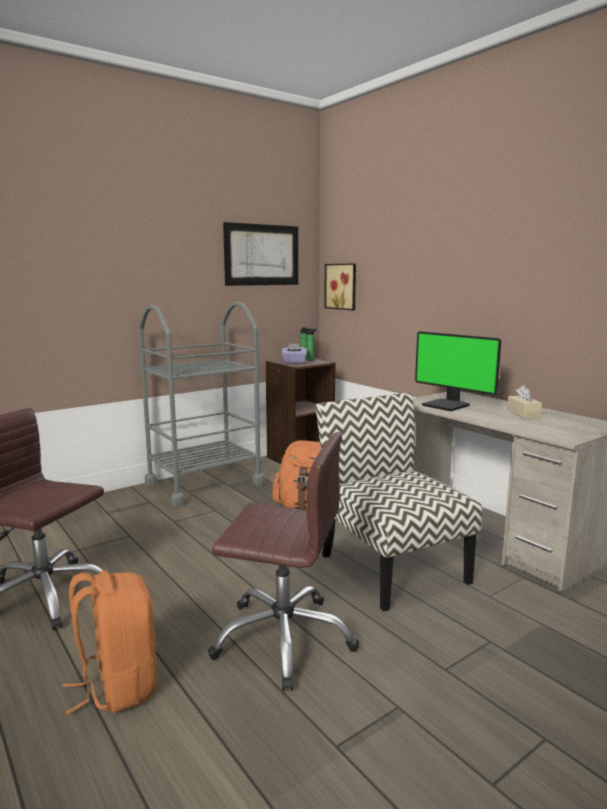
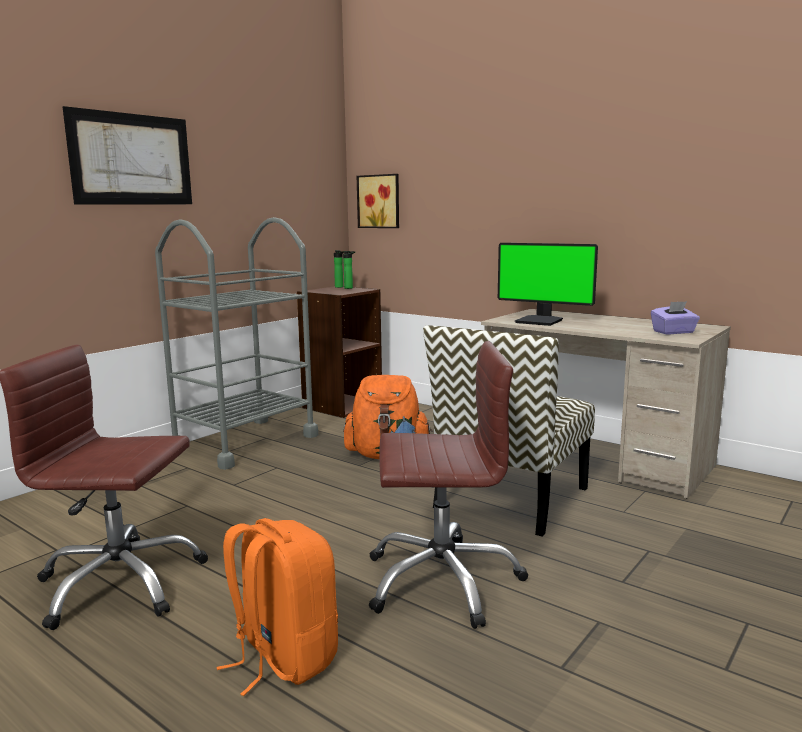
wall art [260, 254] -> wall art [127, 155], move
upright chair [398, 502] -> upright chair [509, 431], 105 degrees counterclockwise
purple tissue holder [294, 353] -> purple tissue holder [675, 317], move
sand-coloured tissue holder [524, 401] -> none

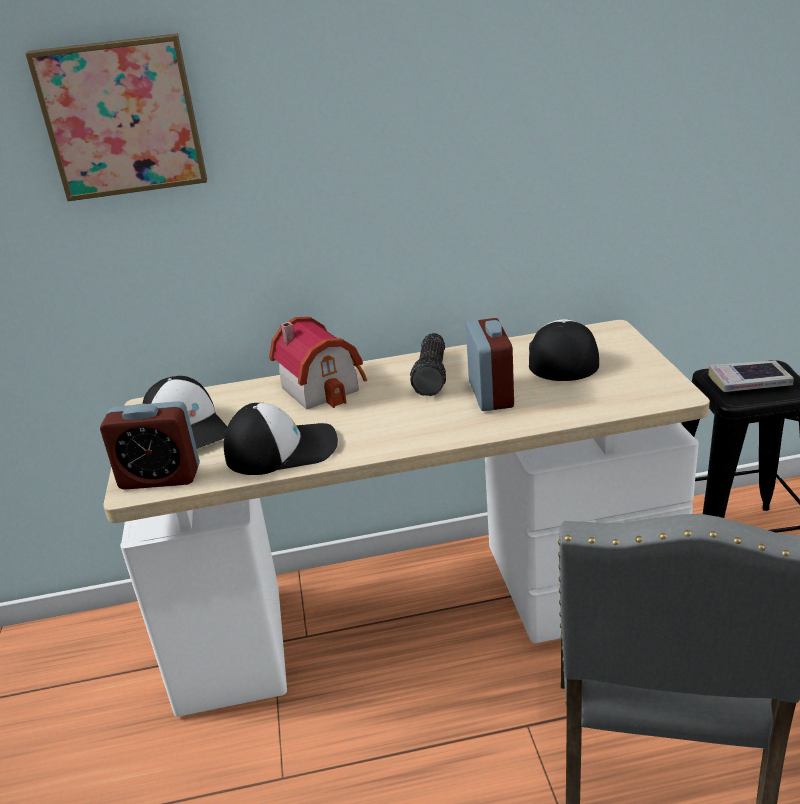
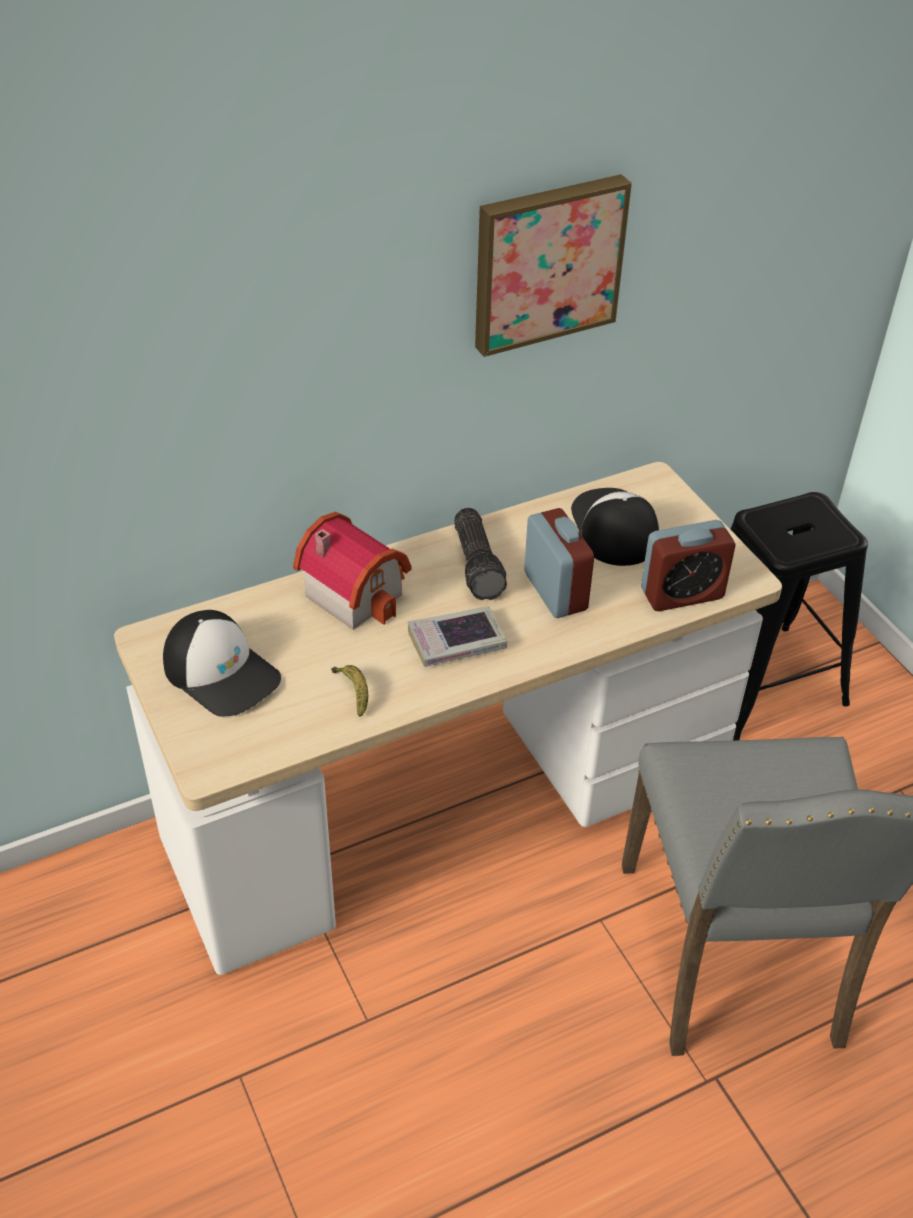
peaked cap [281, 439] -> whole banana [349, 691]
bound book [751, 376] -> bound book [457, 636], move
wall art [116, 117] -> wall art [553, 265], move
alarm clock [150, 445] -> alarm clock [688, 565], move

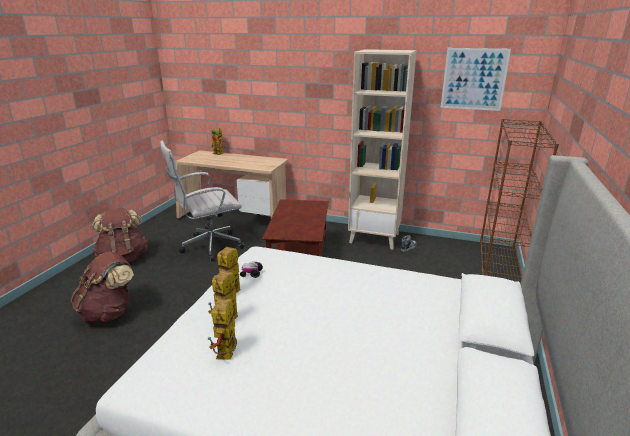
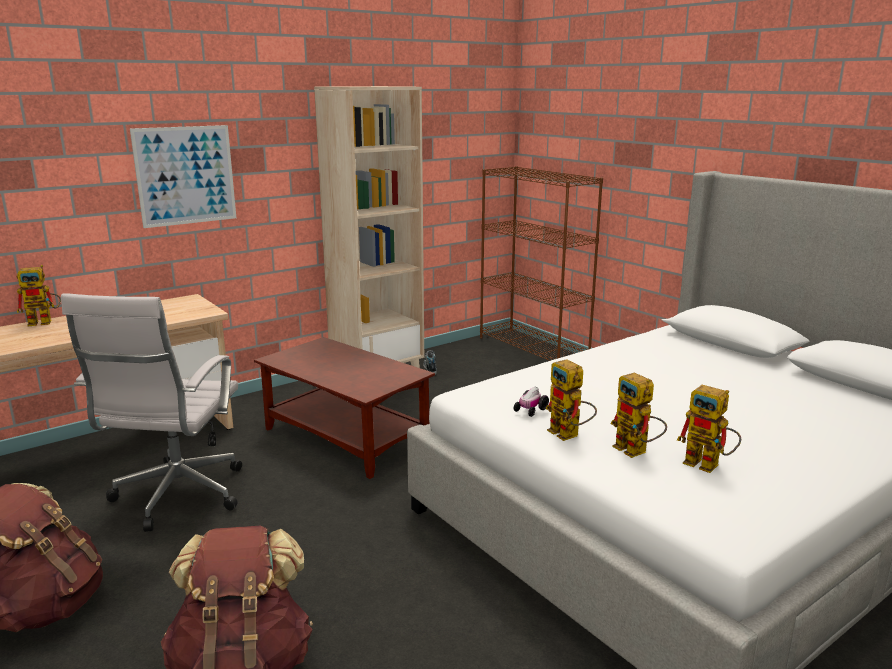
wall art [476, 79] -> wall art [183, 176], move

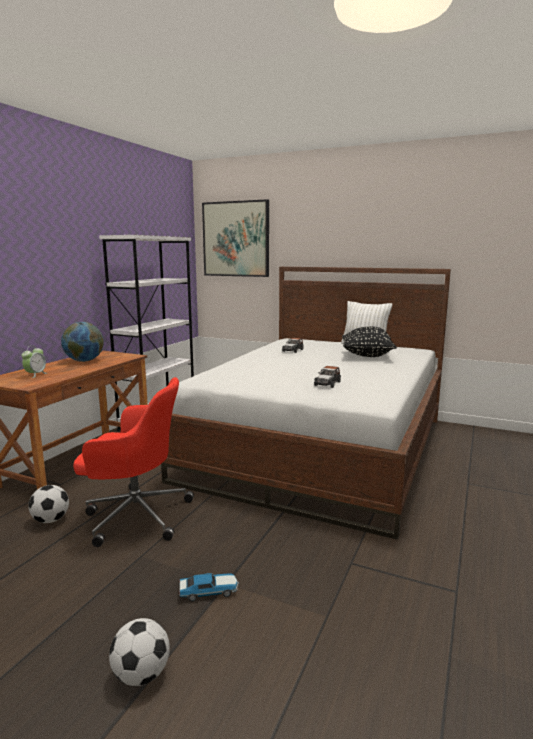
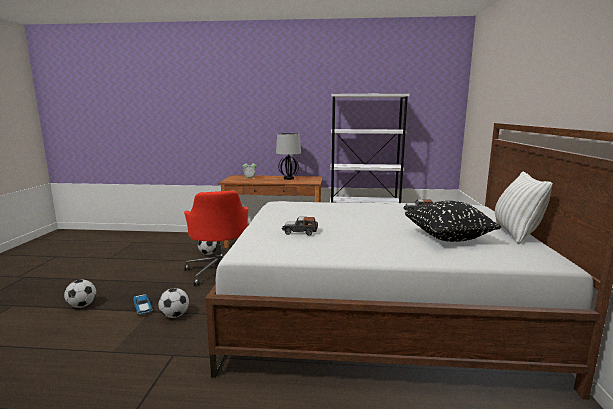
none -> football [173, 303]
world globe [82, 342] -> table lamp [288, 156]
wall art [235, 238] -> none

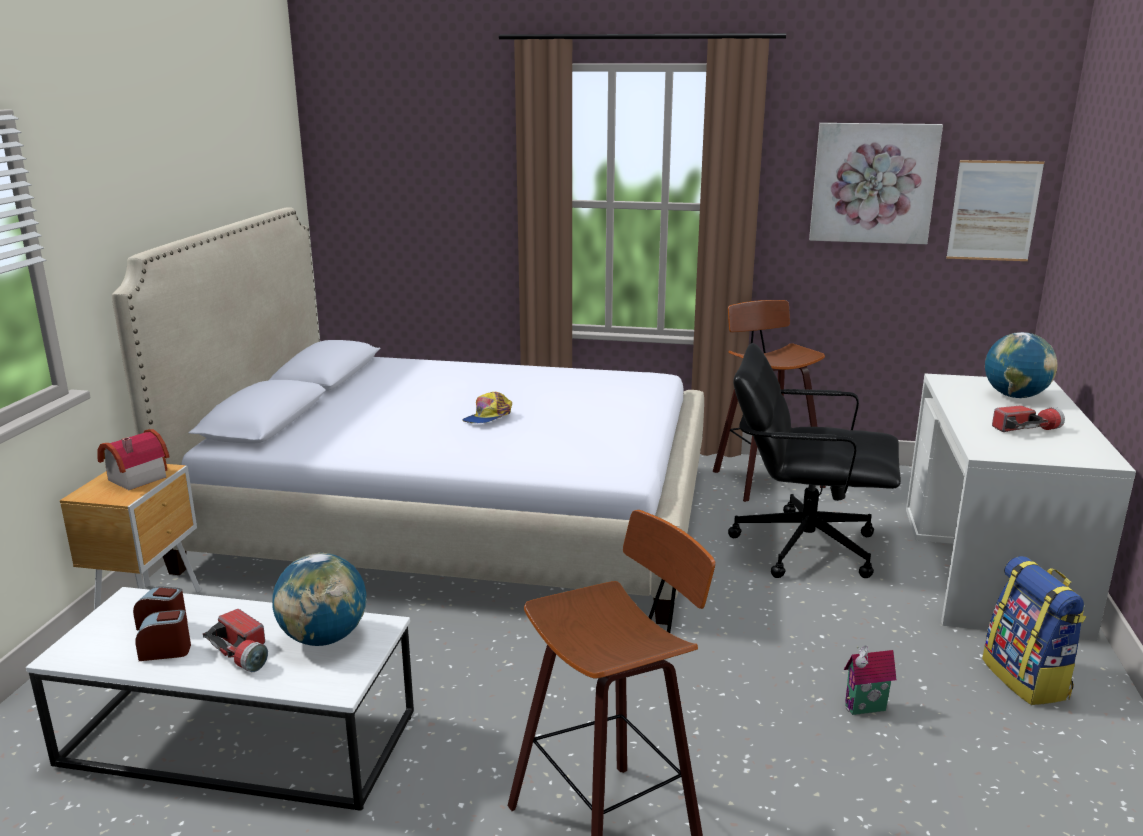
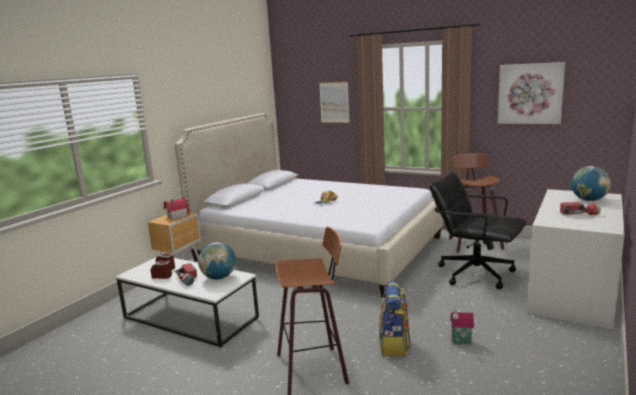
wall art [995, 210] -> wall art [334, 102], move
rucksack [1034, 630] -> rucksack [395, 319], move

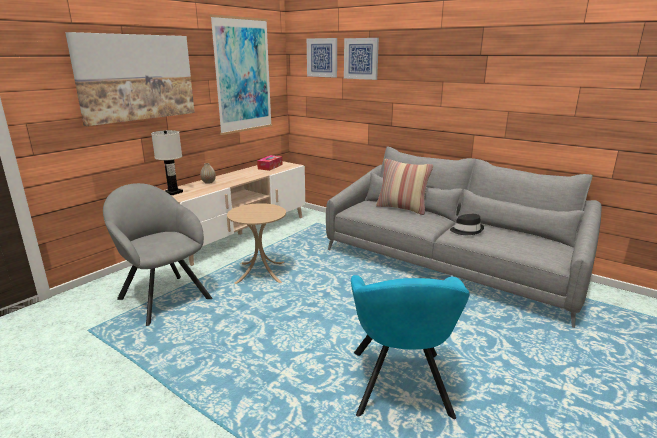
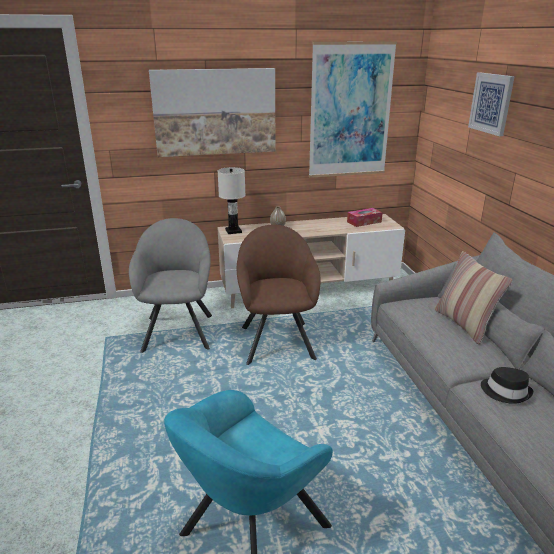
sand-coloured end table [256, 243] -> brown-coloured easy chair [279, 295]
wall art [322, 58] -> none

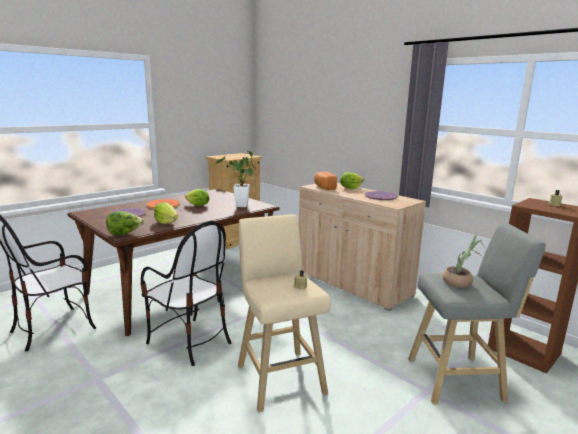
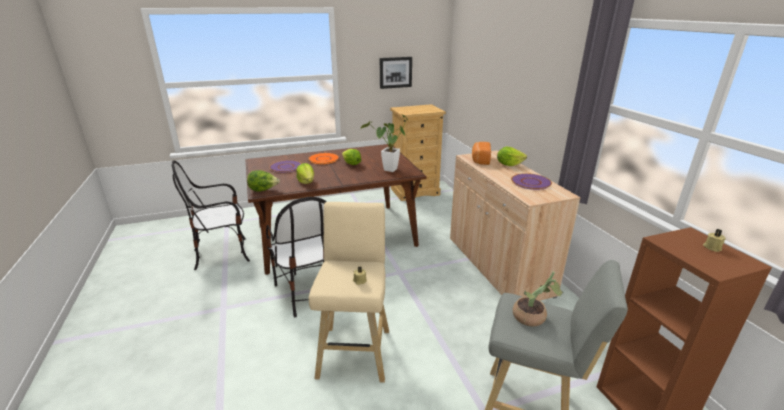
none -> wall art [396, 73]

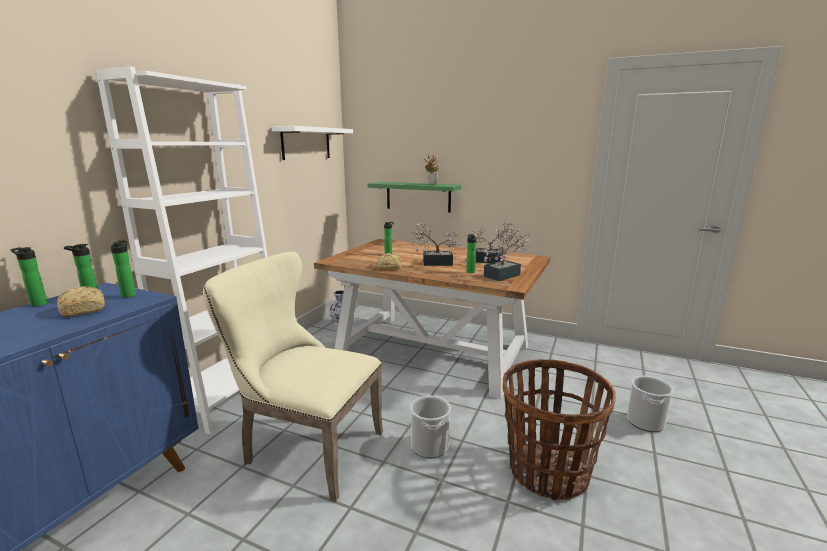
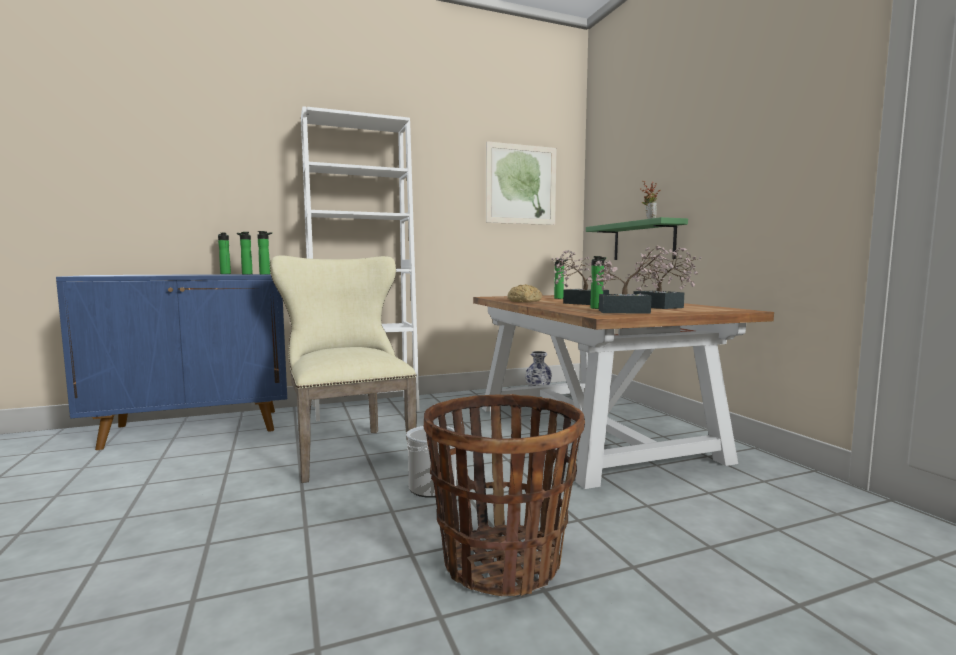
white-coloured bracket shelf [312, 143] -> wall art [521, 183]
baked bread [81, 301] -> none
bucket [650, 404] -> none

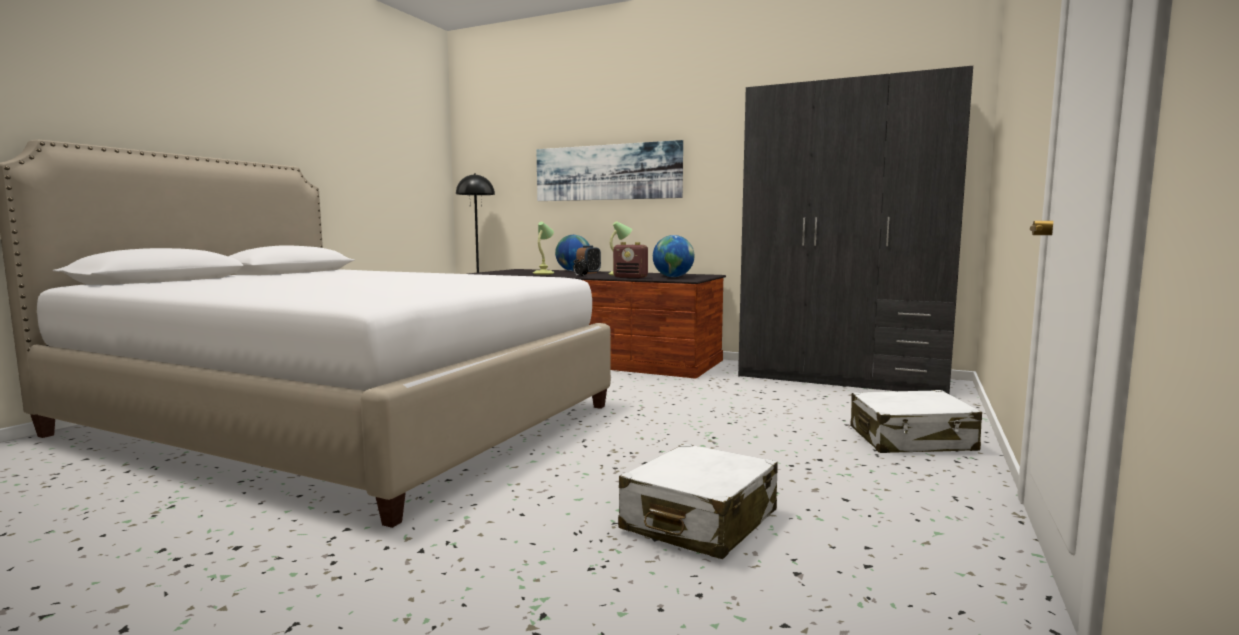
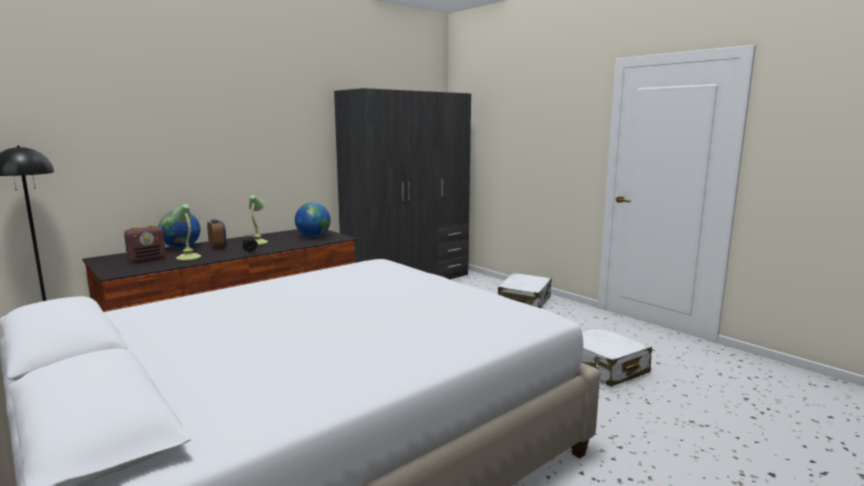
radio receiver [630, 260] -> radio receiver [145, 243], move
wall art [609, 170] -> none

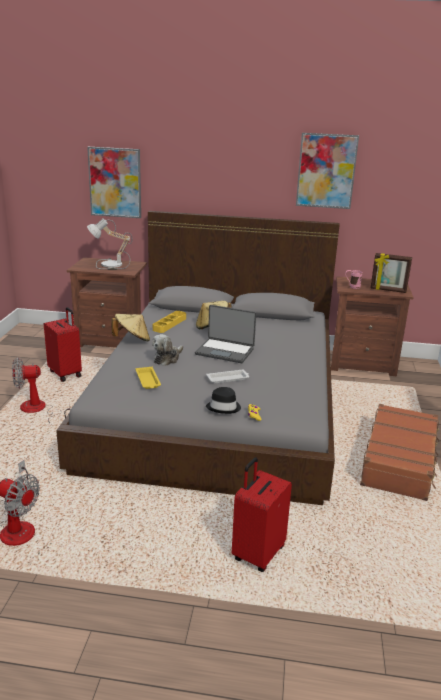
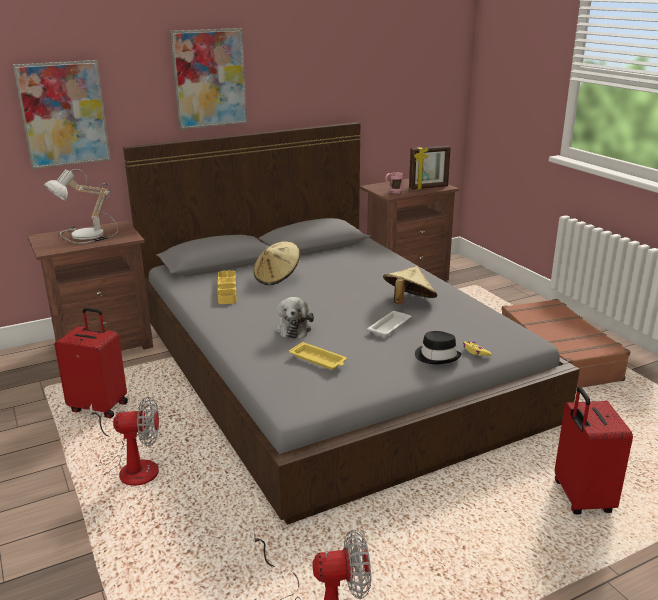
electric fan [41, 390] -> electric fan [124, 441], 135 degrees counterclockwise
wall art [327, 171] -> wall art [208, 79], move
sand-coloured wearable hat [130, 327] -> sand-coloured wearable hat [410, 285], move
notebook computer [225, 334] -> none

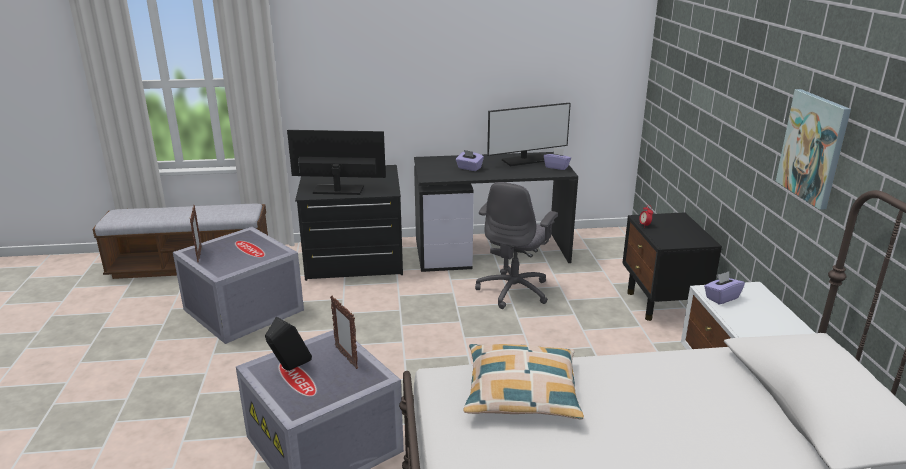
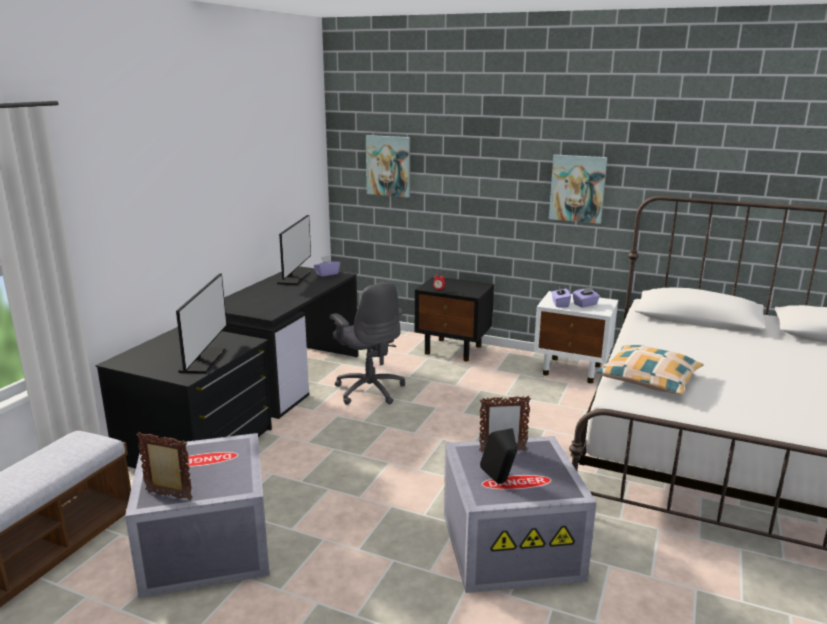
monitor [336, 162] -> monitor [201, 323], 150 degrees clockwise
none -> wall art [388, 166]
purple tissue holder [470, 160] -> purple tissue holder [586, 297], move

